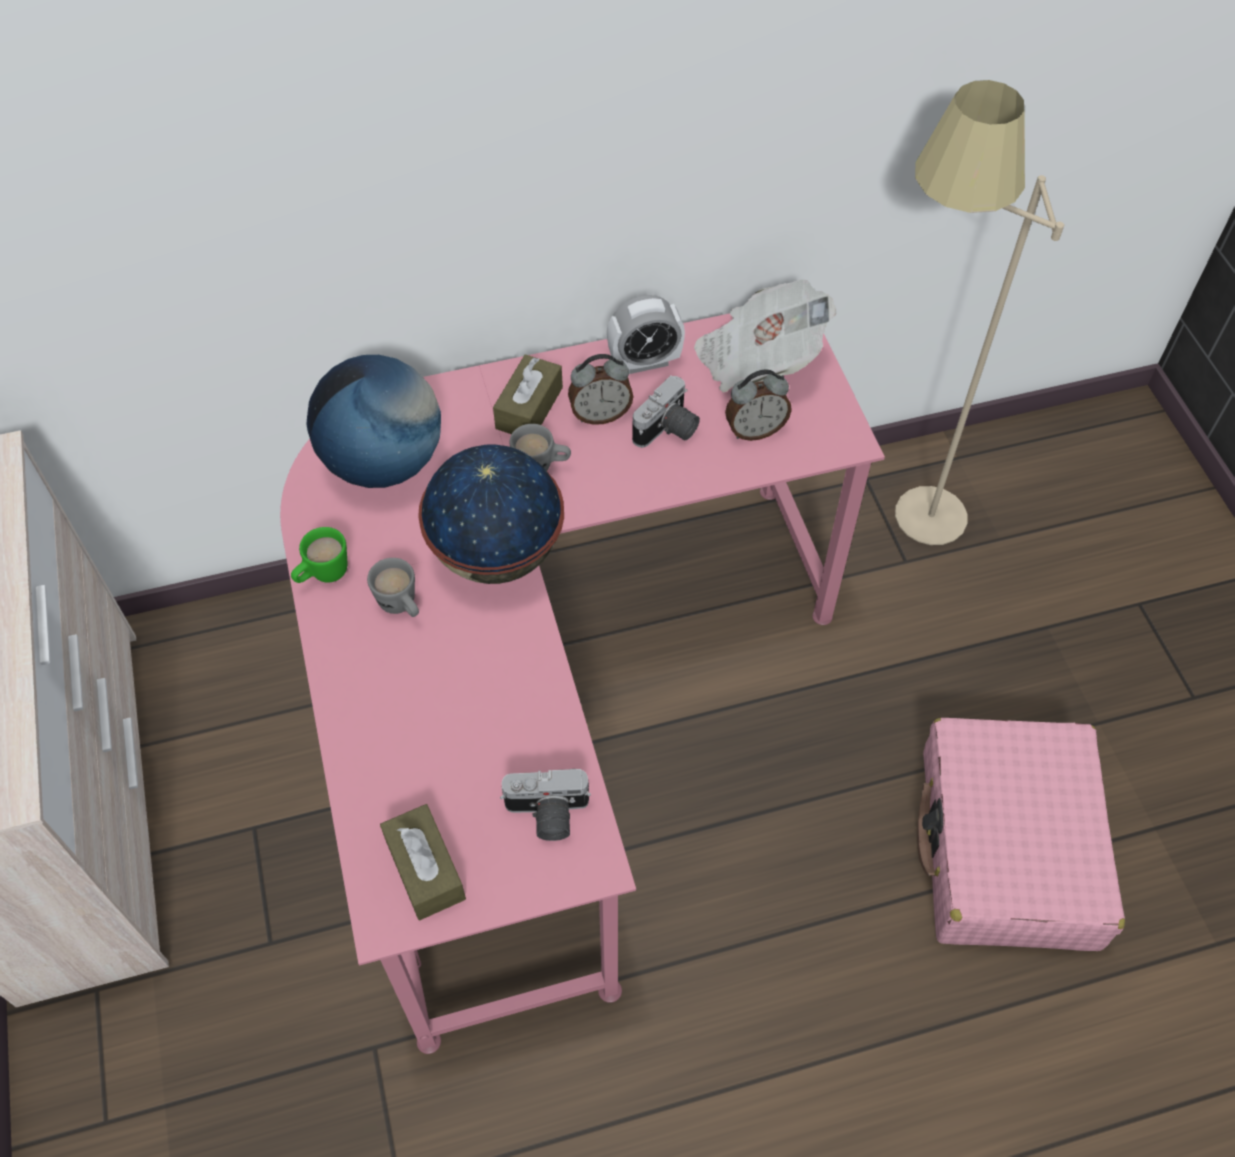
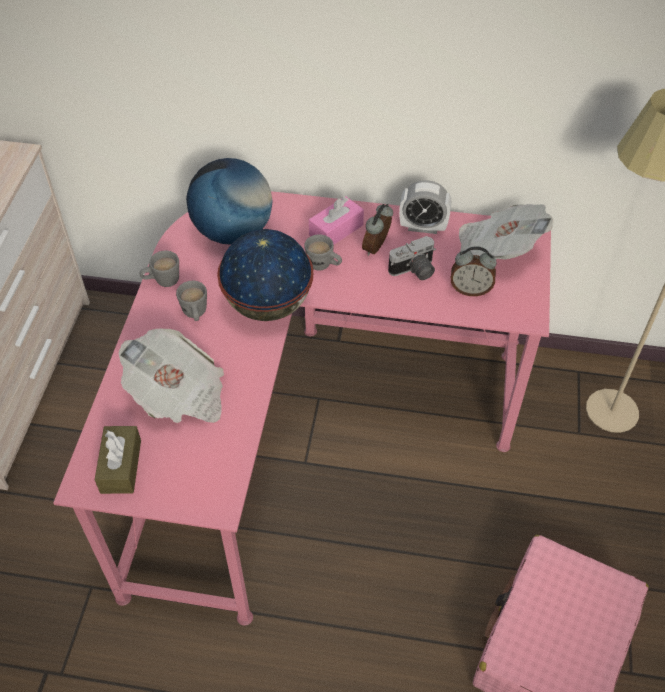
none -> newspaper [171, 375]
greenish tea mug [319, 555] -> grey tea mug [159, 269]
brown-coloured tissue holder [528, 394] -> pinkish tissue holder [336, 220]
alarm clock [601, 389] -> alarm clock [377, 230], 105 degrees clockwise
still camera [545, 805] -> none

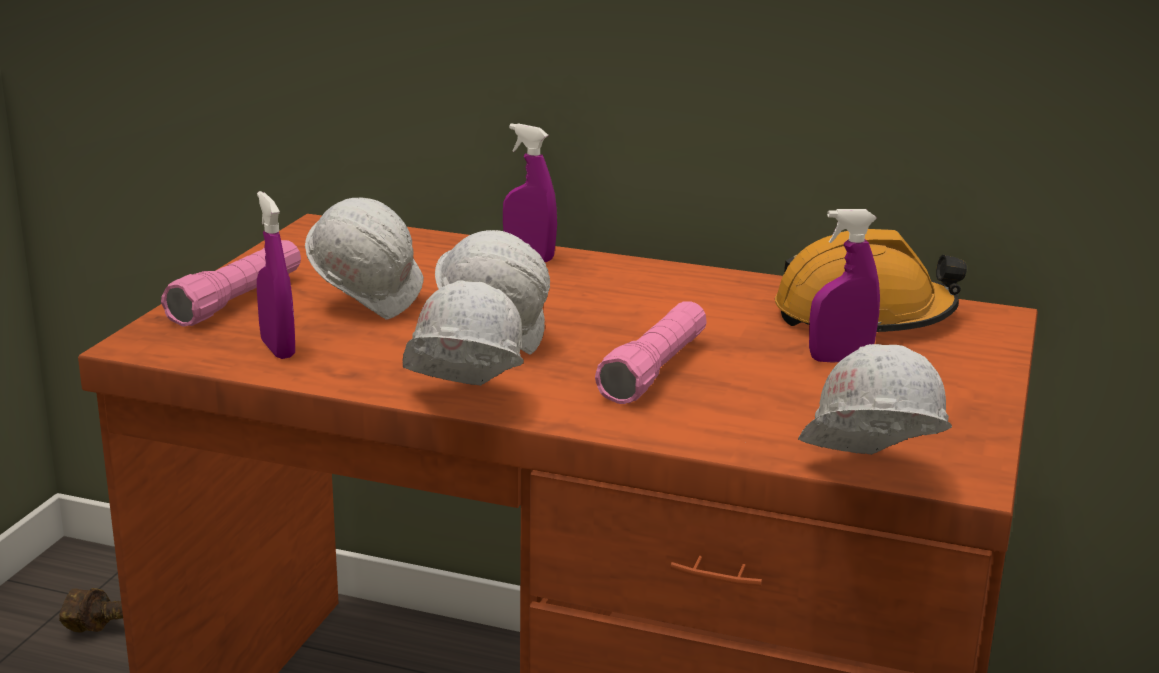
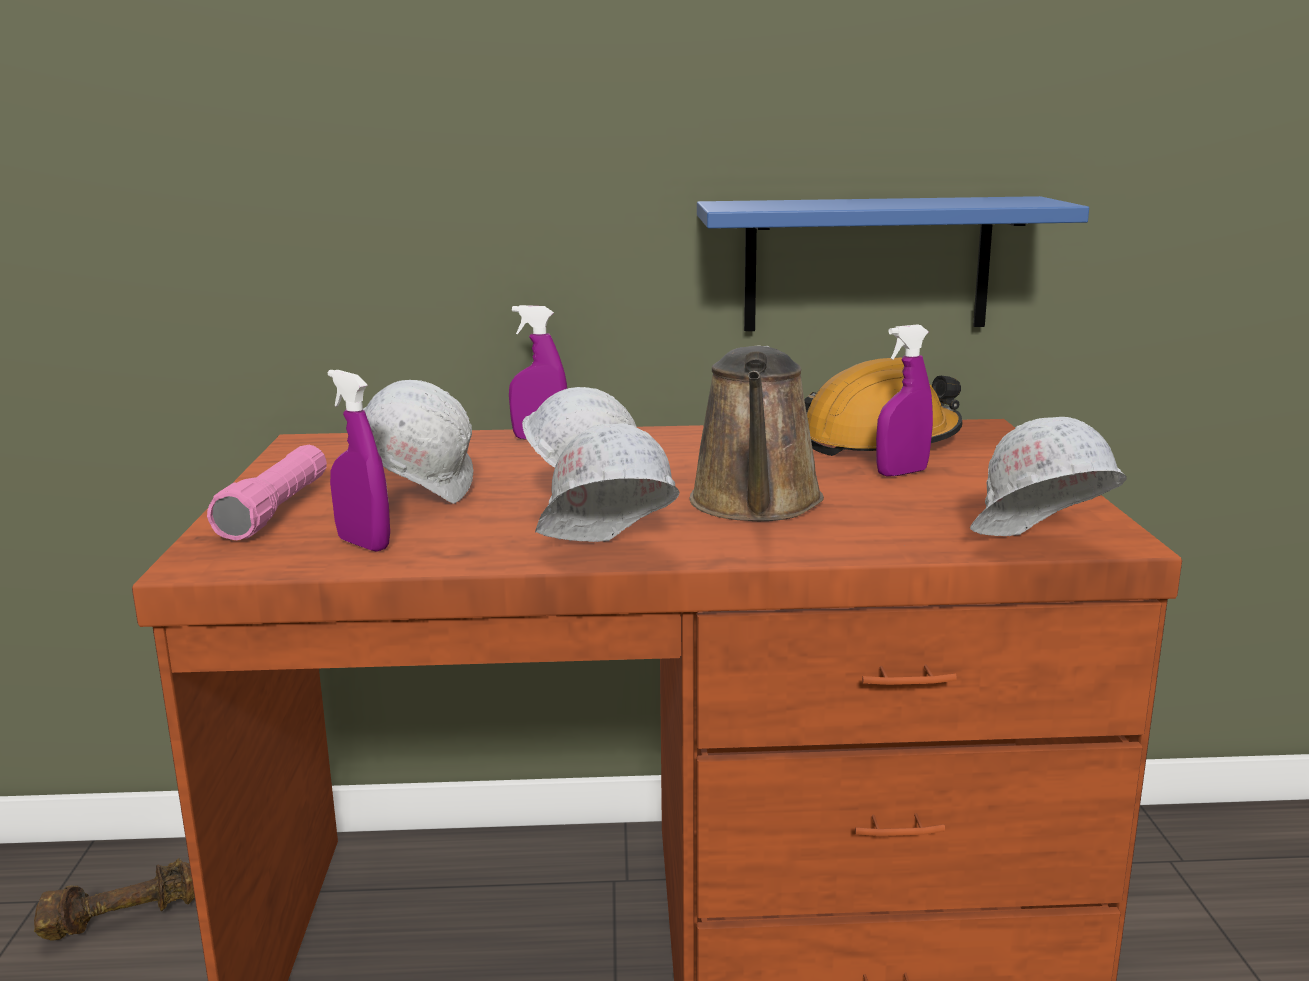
pinkish torch [651, 353] -> brown-coloured watering can [757, 433]
none -> blue bracket shelf [893, 263]

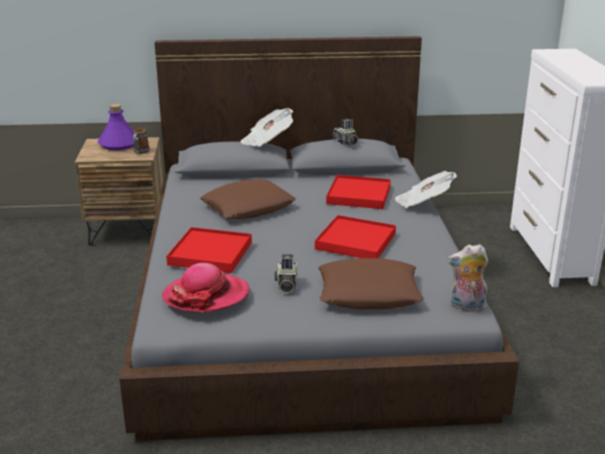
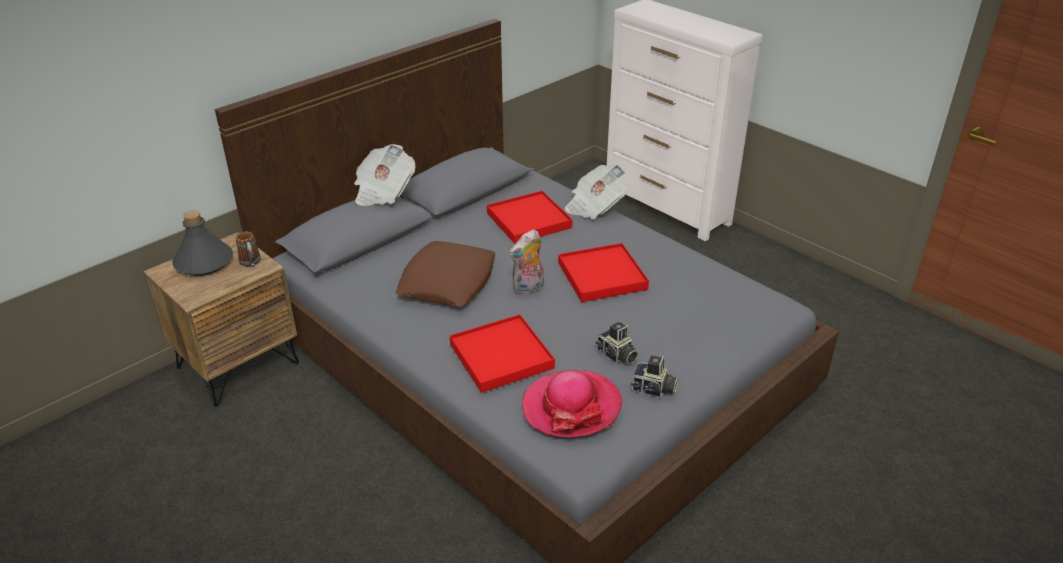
purple beverage bottle [115, 127] -> grey beverage bottle [202, 243]
cuddly toy [468, 277] -> cuddly toy [526, 262], move
still camera [345, 132] -> still camera [654, 376], move
brown-coloured cushion [371, 283] -> none

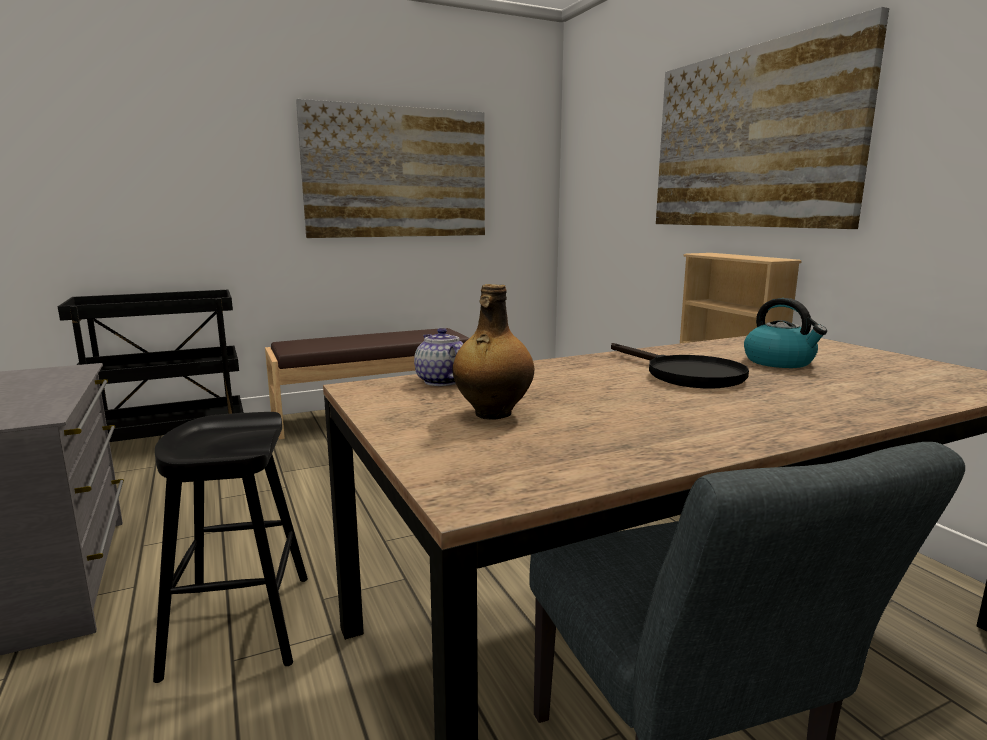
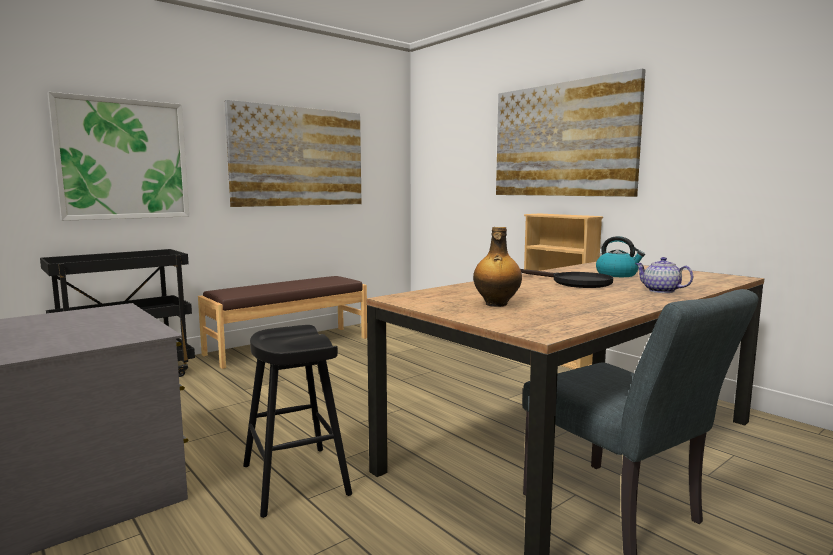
none -> wall art [118, 156]
tea pot [439, 357] -> tea pot [664, 275], move

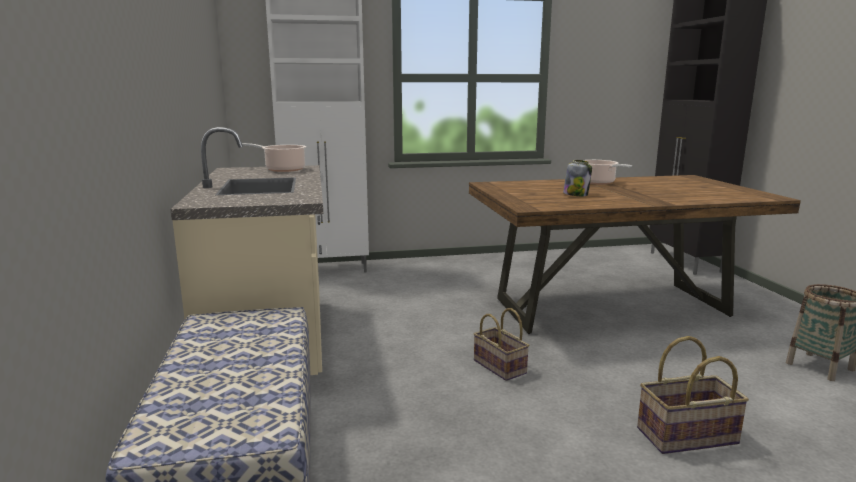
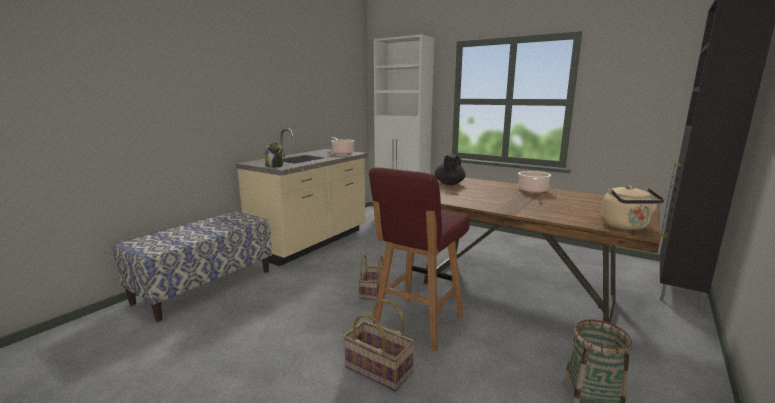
storage jar [577, 178] -> storage jar [274, 155], move
none -> red-coloured sitting stool [419, 259]
none -> black-coloured tea pot [450, 169]
none -> sand-coloured water kettle [632, 208]

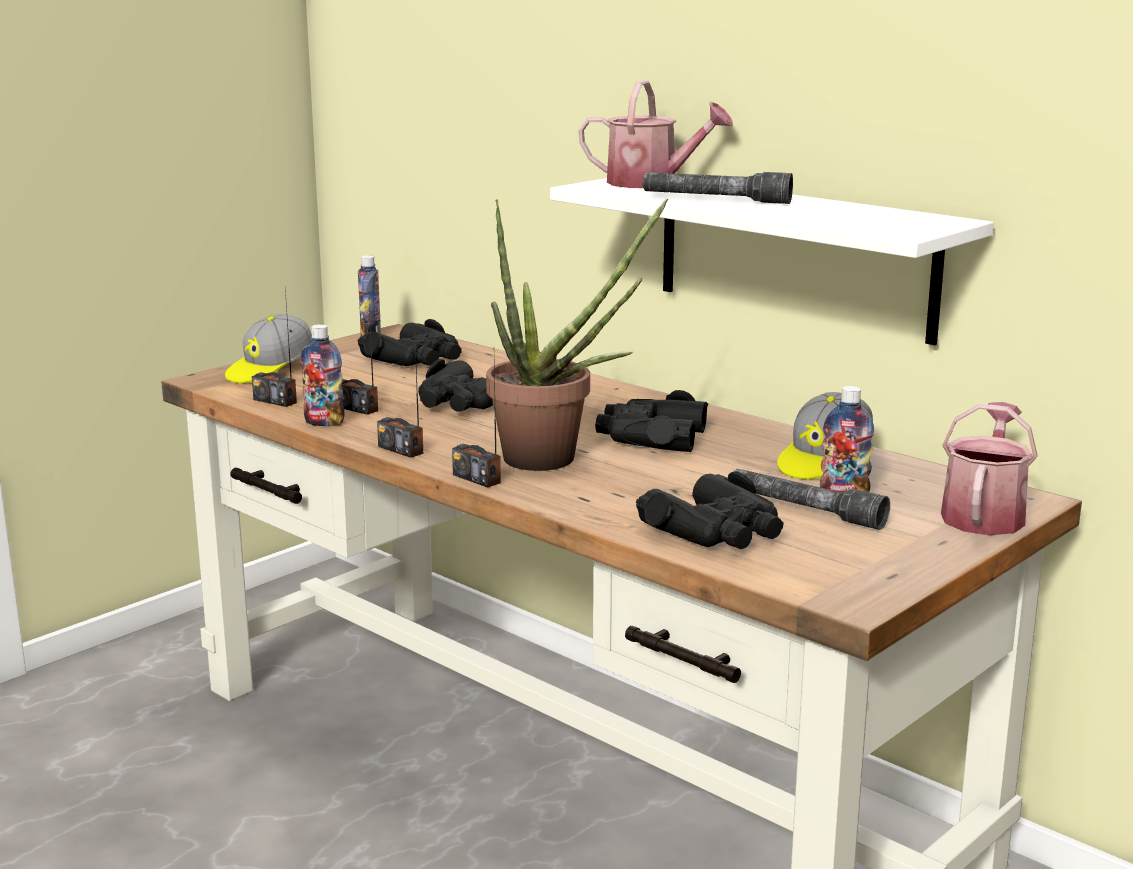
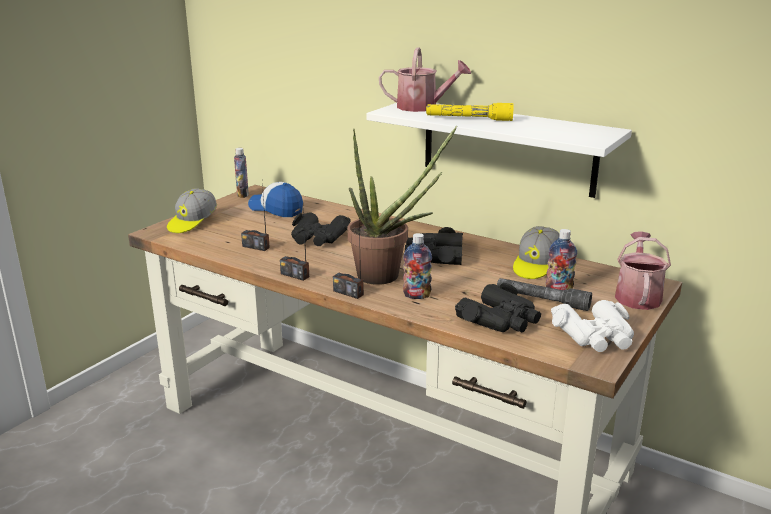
black-coloured field glasses [410, 342] -> peaked cap [275, 199]
beverage bottle [322, 375] -> beverage bottle [417, 266], move
grey torch [717, 188] -> yellowish torch [470, 112]
none -> white-coloured field glasses [592, 326]
radio receiver [274, 348] -> none

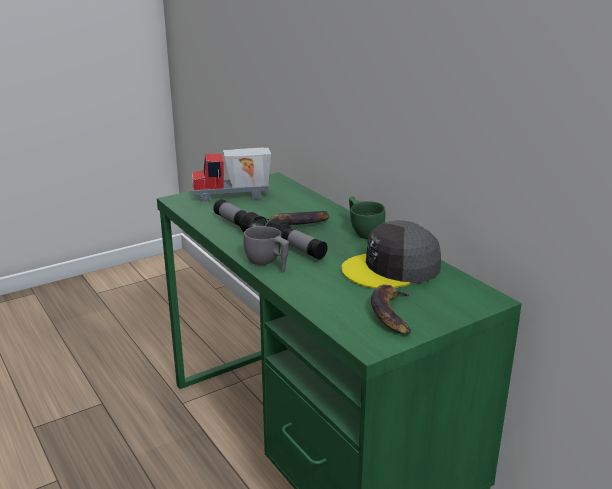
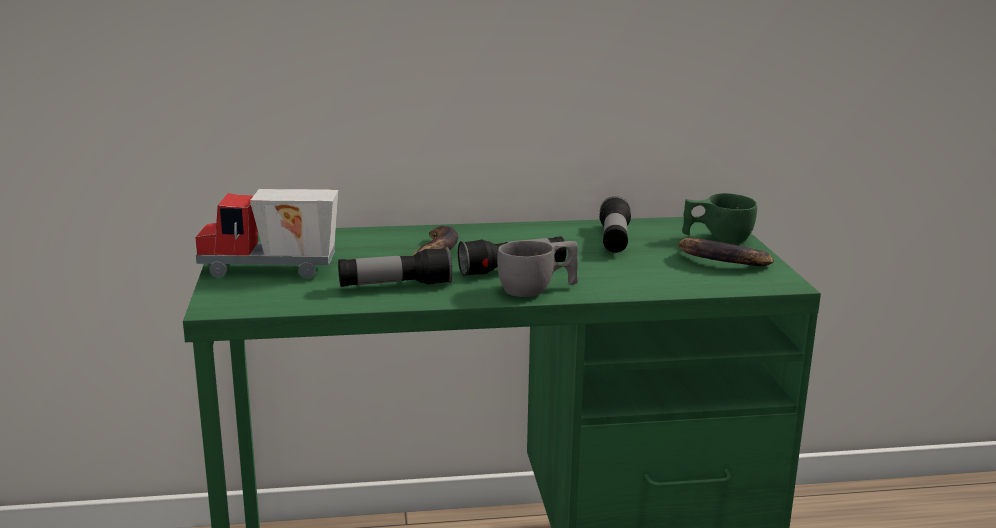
model truck [231, 174] -> model truck [267, 234], 75 degrees clockwise
grey peaked cap [391, 254] -> torch [615, 224]
greenish small cup [367, 217] -> greenish small cup [719, 218], move

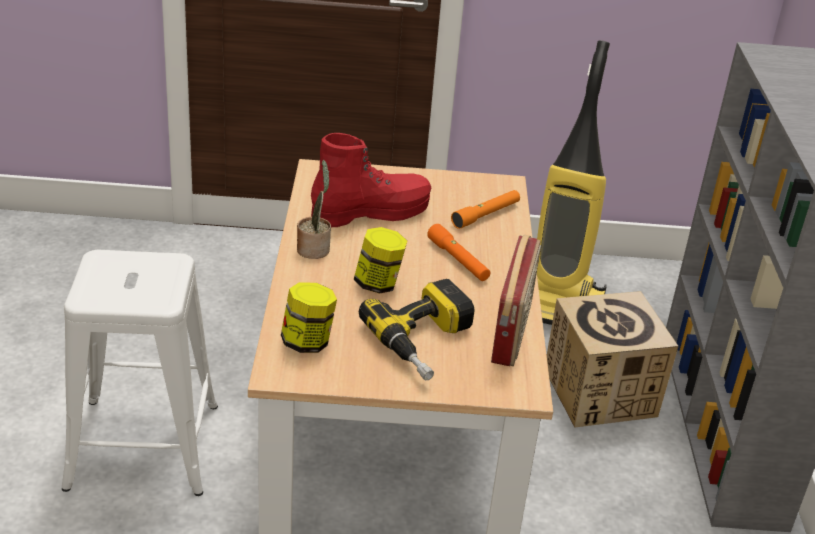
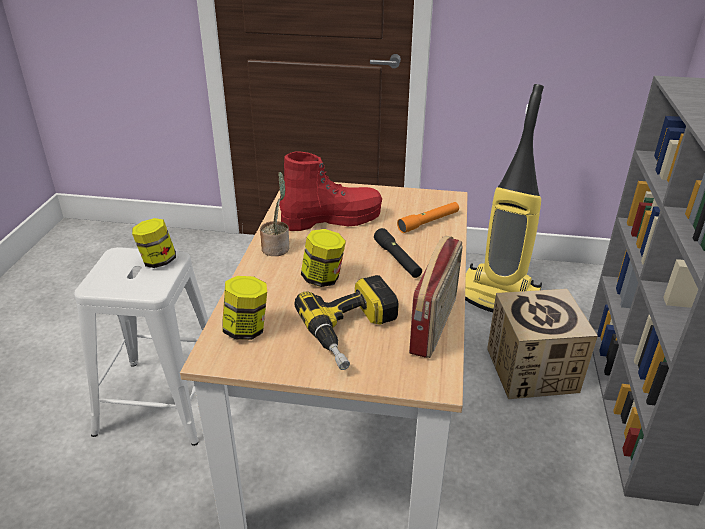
none -> storage jar [154, 243]
orange-coloured torch [458, 252] -> black-coloured torch [398, 253]

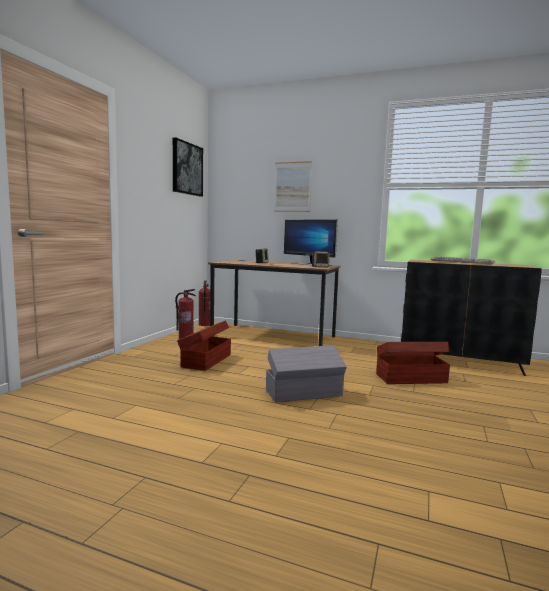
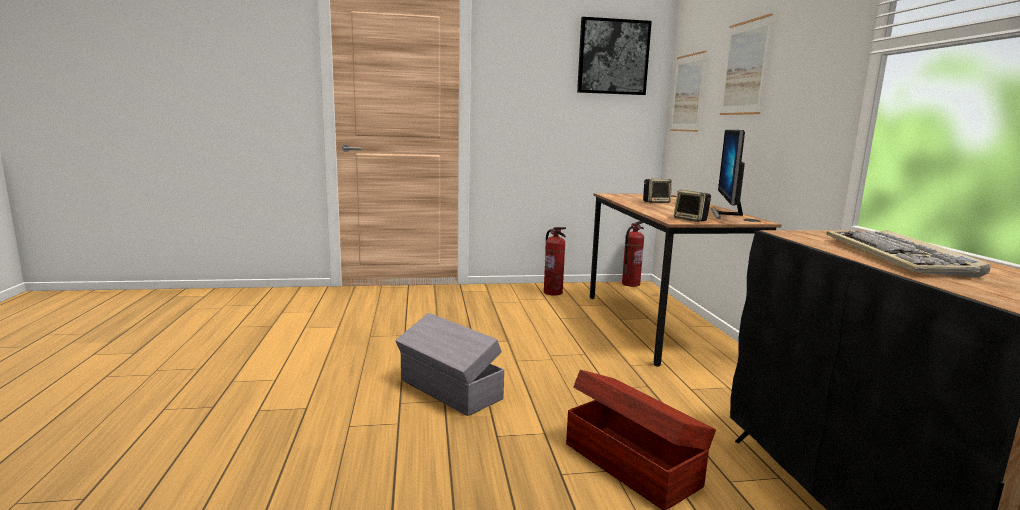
none -> wall art [688, 91]
brown-coloured storage bin [204, 345] -> none

